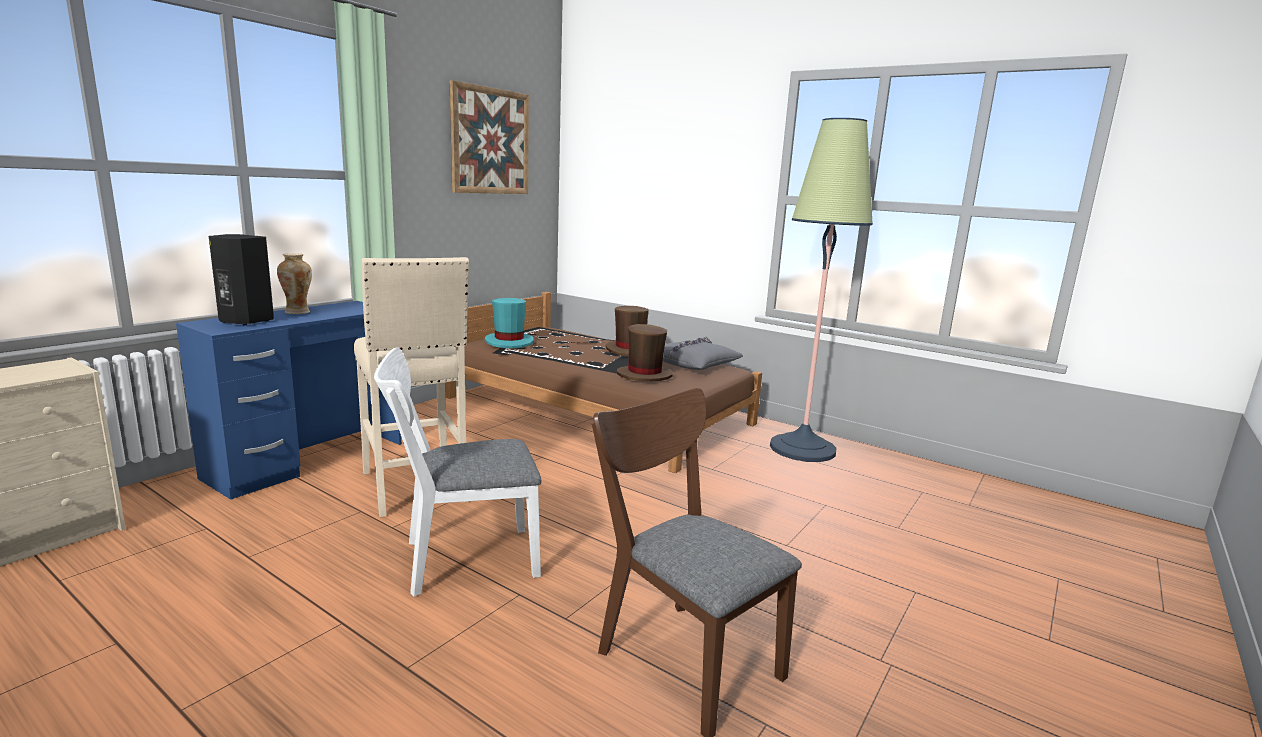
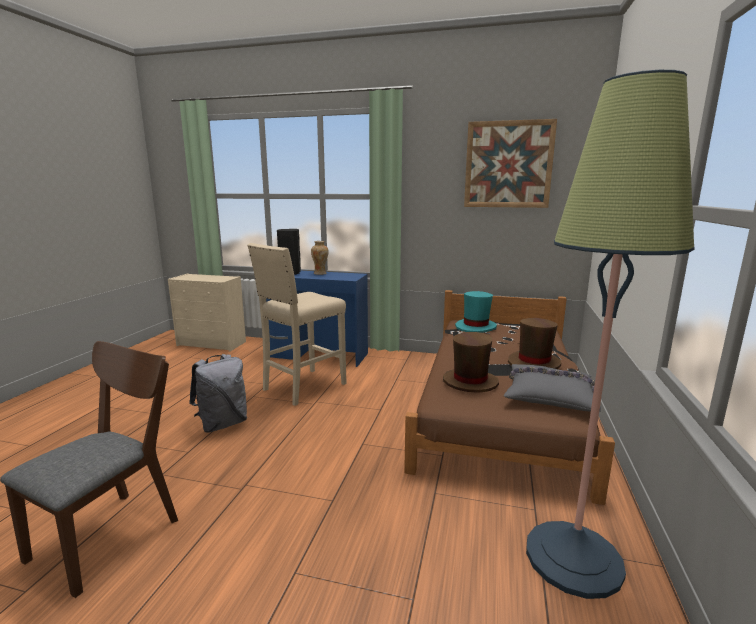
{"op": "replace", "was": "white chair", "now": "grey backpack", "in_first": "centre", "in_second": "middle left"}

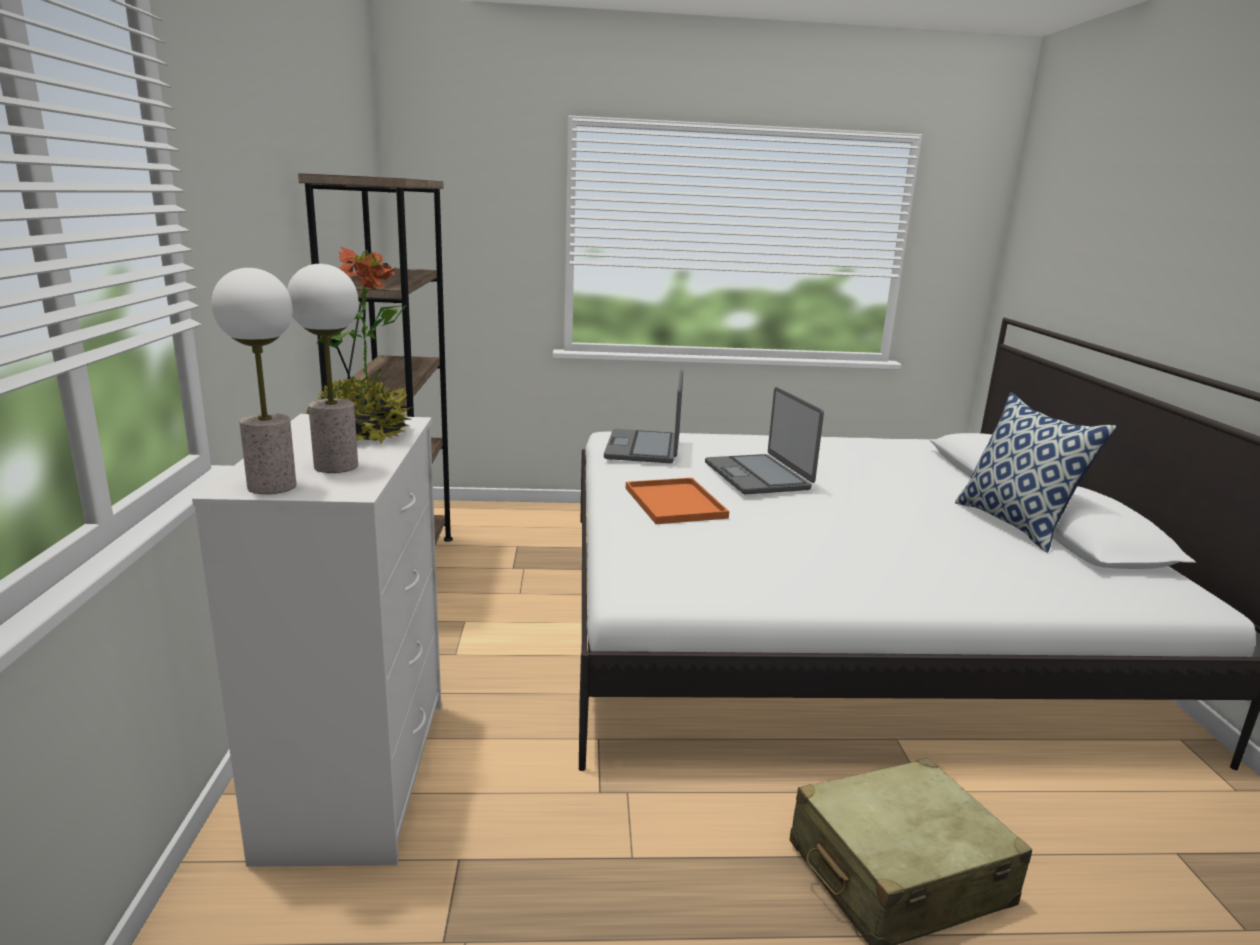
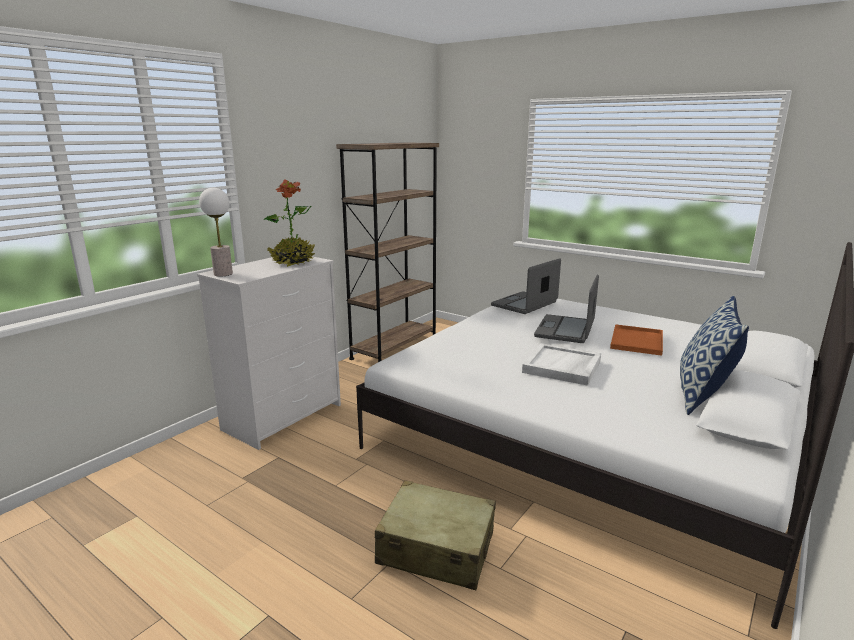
{"op": "delete", "was": "table lamp (2nd from left)", "in_first": "middle left"}
{"op": "move", "was": "orange tray", "in_first": "centre", "in_second": "middle right"}
{"op": "insert", "now": "white tray", "in_second": "centre"}

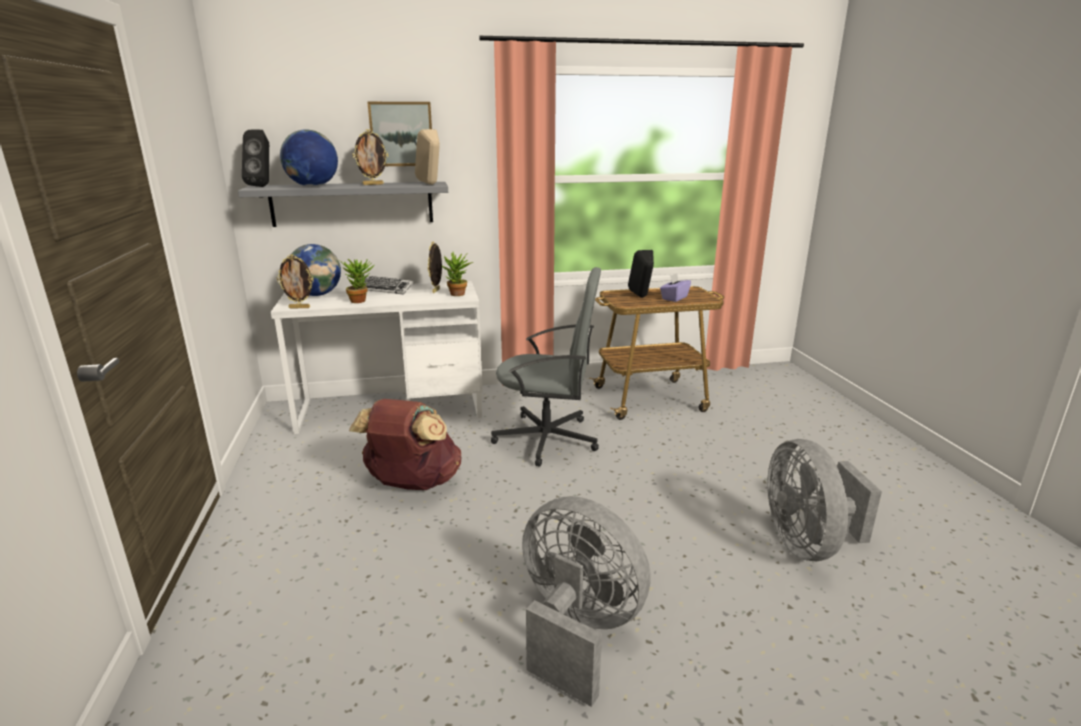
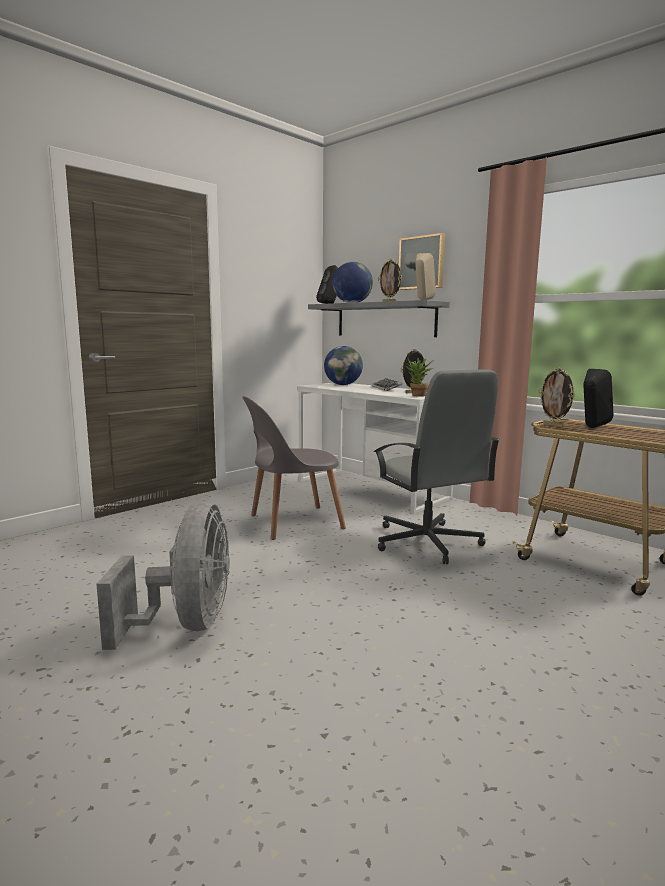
{"op": "move", "was": "picture frame (1st from left in the first image)", "now": "picture frame (3rd from left)", "in_first": "middle left", "in_second": "middle right"}
{"op": "delete", "was": "potted plant (1st from left)", "in_first": "middle left"}
{"op": "delete", "was": "purple tissue box", "in_first": "centre"}
{"op": "replace", "was": "brown backpack", "now": "grey chair", "in_first": "centre", "in_second": "centre"}
{"op": "delete", "was": "grey fan (2nd from left)", "in_first": "bottom right"}

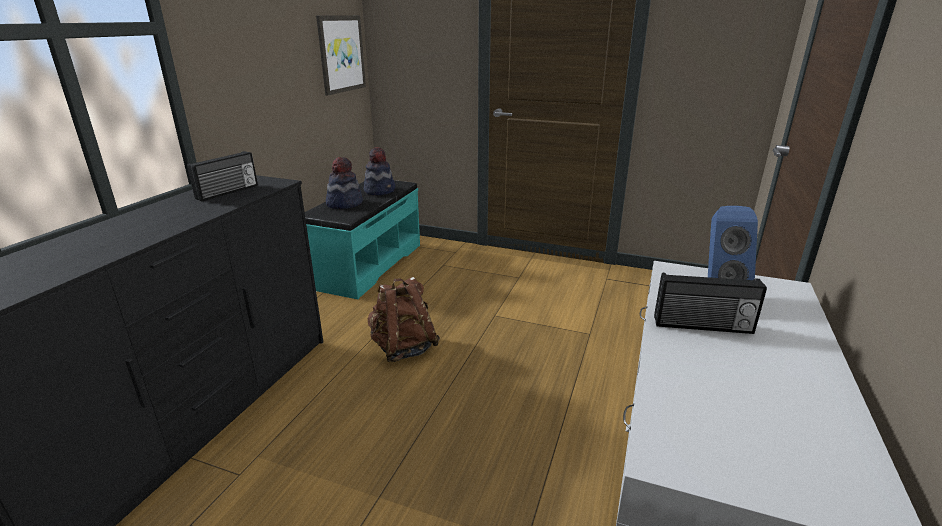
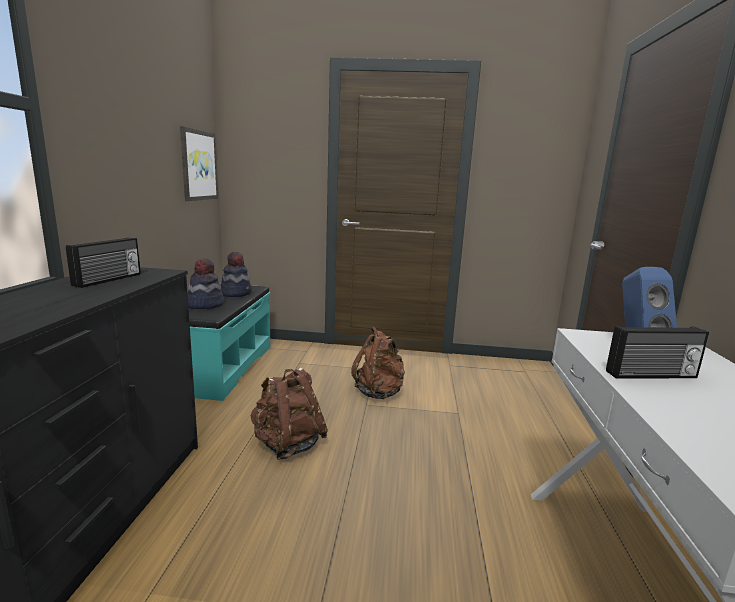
{"op": "insert", "now": "brown backpack (2nd from left)", "in_second": "centre"}

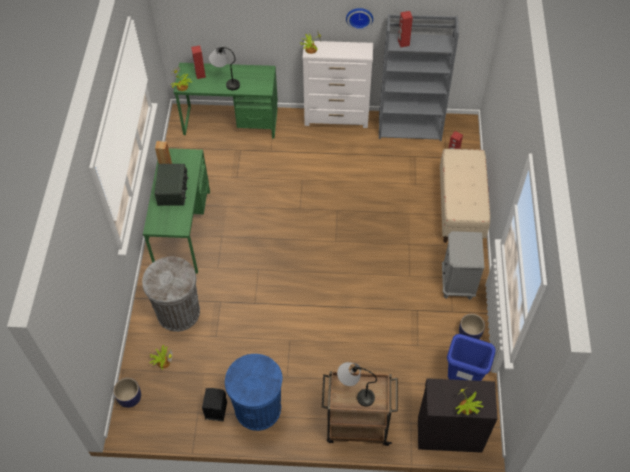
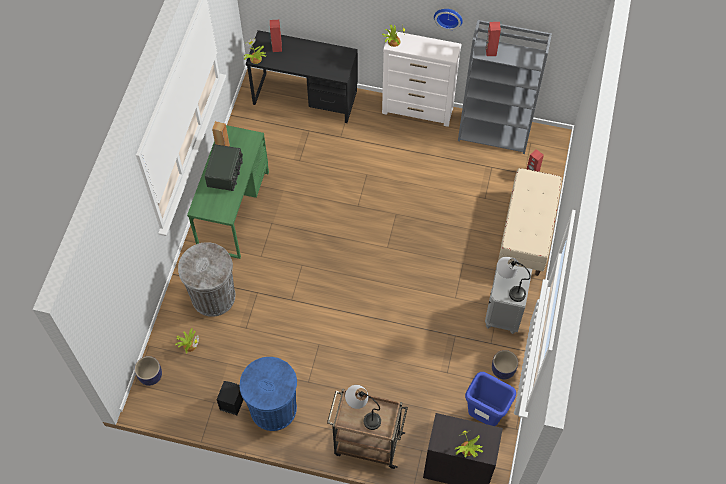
{"op": "move", "was": "table lamp (1st from left in the first image)", "now": "table lamp (2nd from left)", "in_first": "top centre", "in_second": "middle right"}
{"op": "recolor", "was": "green desk (2nd from left)", "now": "black desk", "in_first": "top centre", "in_second": "top centre"}

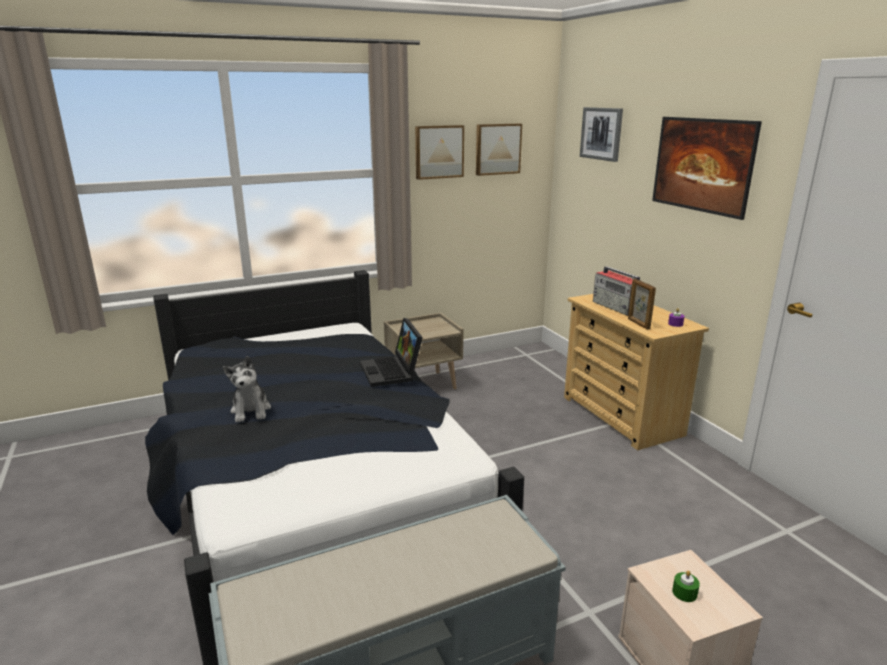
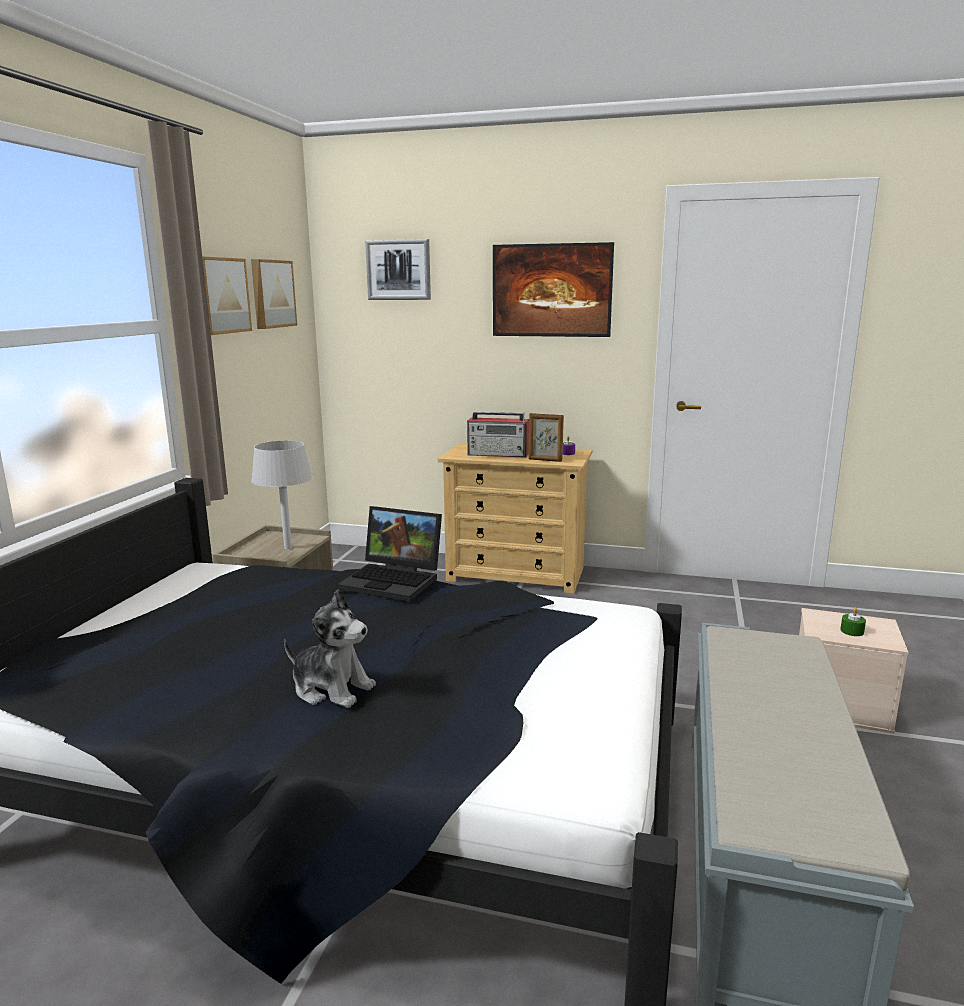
{"op": "insert", "now": "grey table lamp", "in_second": "middle left"}

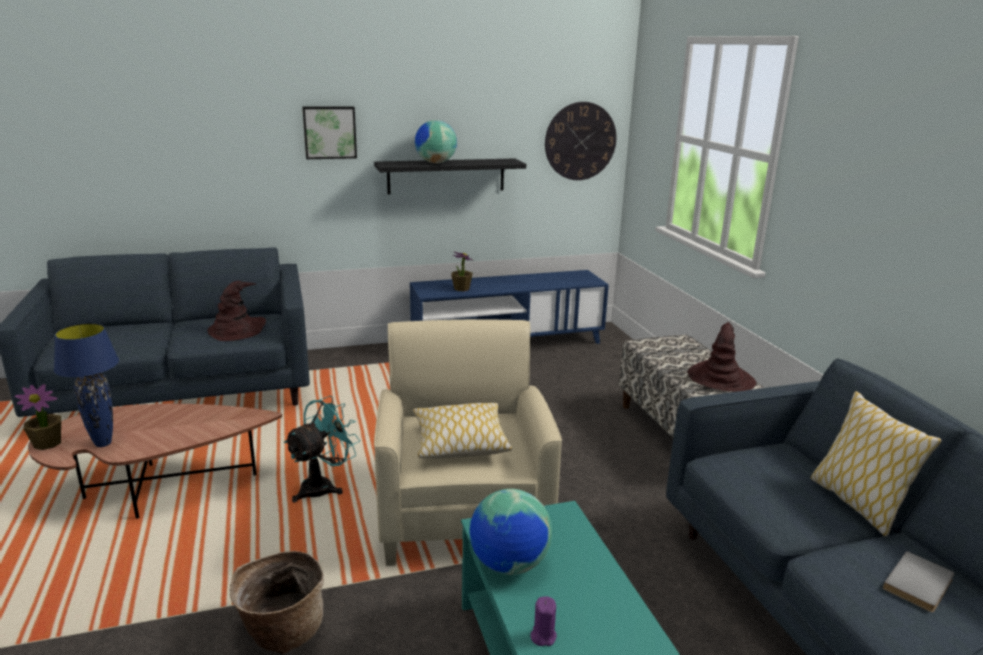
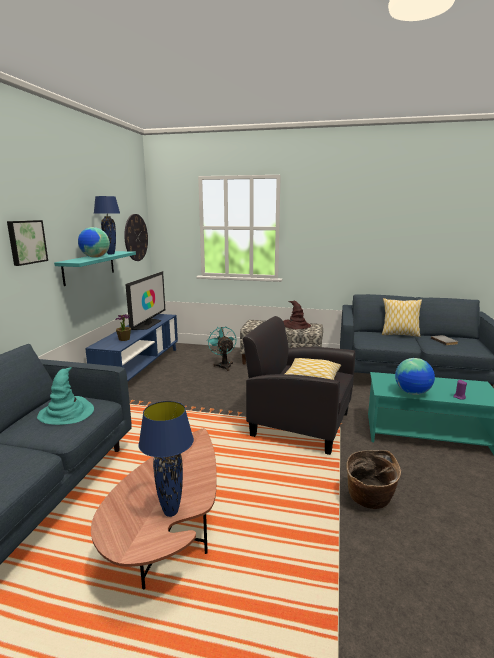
{"op": "recolor", "was": "black shelf", "now": "turquoise shelf", "in_first": "top centre", "in_second": "middle left"}
{"op": "recolor", "was": "brown hat (1st from left)", "now": "turquoise hat", "in_first": "middle left", "in_second": "middle left"}
{"op": "recolor", "was": "beige armchair", "now": "black armchair", "in_first": "bottom centre", "in_second": "centre"}
{"op": "delete", "was": "potted plant (1st from left)", "in_first": "middle left"}
{"op": "move", "was": "turquoise fan", "in_first": "bottom left", "in_second": "centre"}
{"op": "insert", "now": "blue table lamp (1st from left)", "in_second": "middle left"}
{"op": "insert", "now": "television", "in_second": "middle left"}

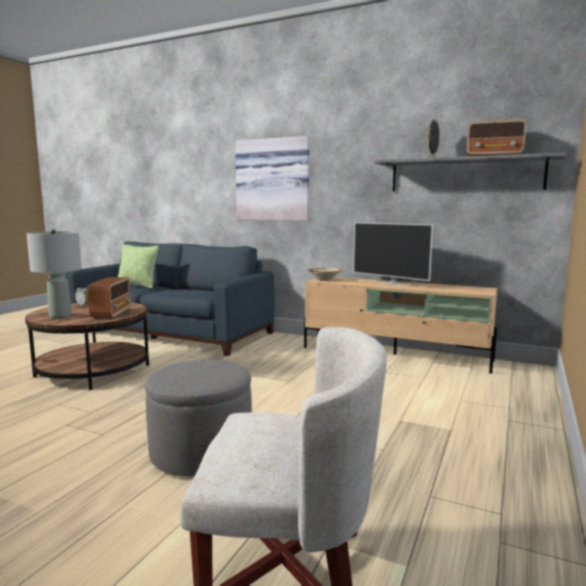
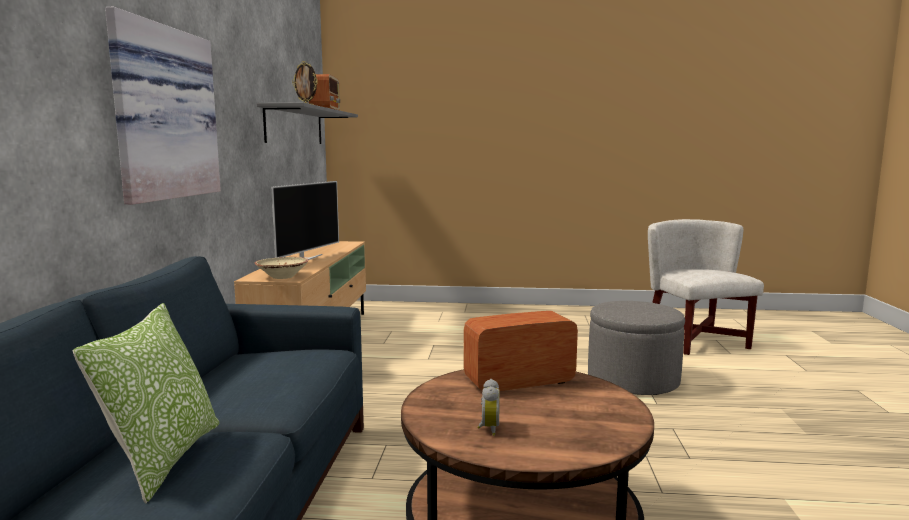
{"op": "delete", "was": "grey table lamp", "in_first": "middle left"}

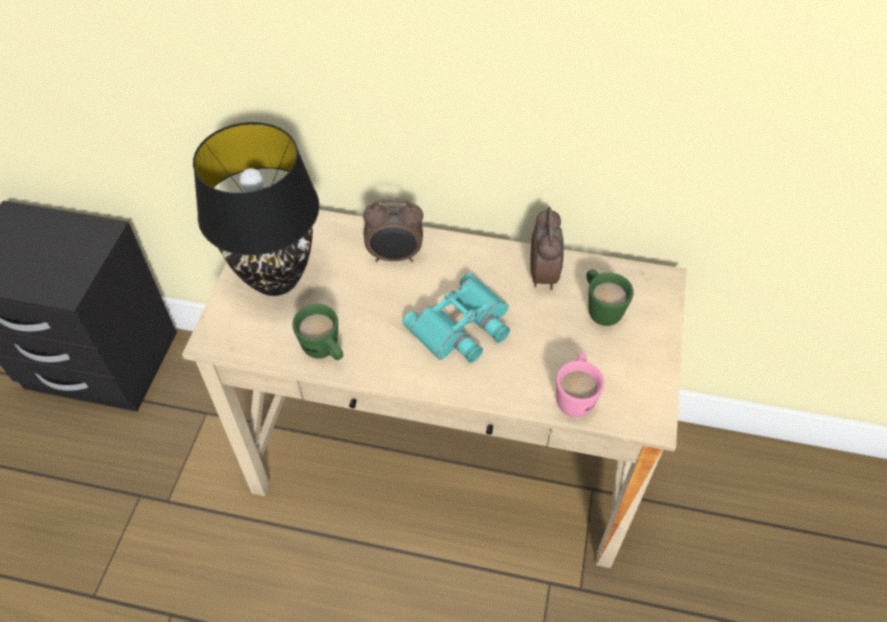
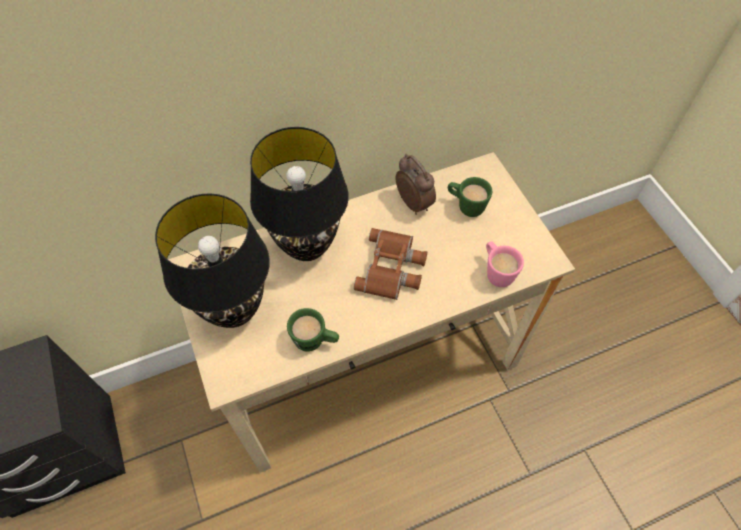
{"op": "replace", "was": "alarm clock (1st from left)", "now": "black table lamp (2nd from left)", "in_first": "centre", "in_second": "centre"}
{"op": "recolor", "was": "turquoise binoculars", "now": "brown binoculars", "in_first": "centre", "in_second": "centre"}

